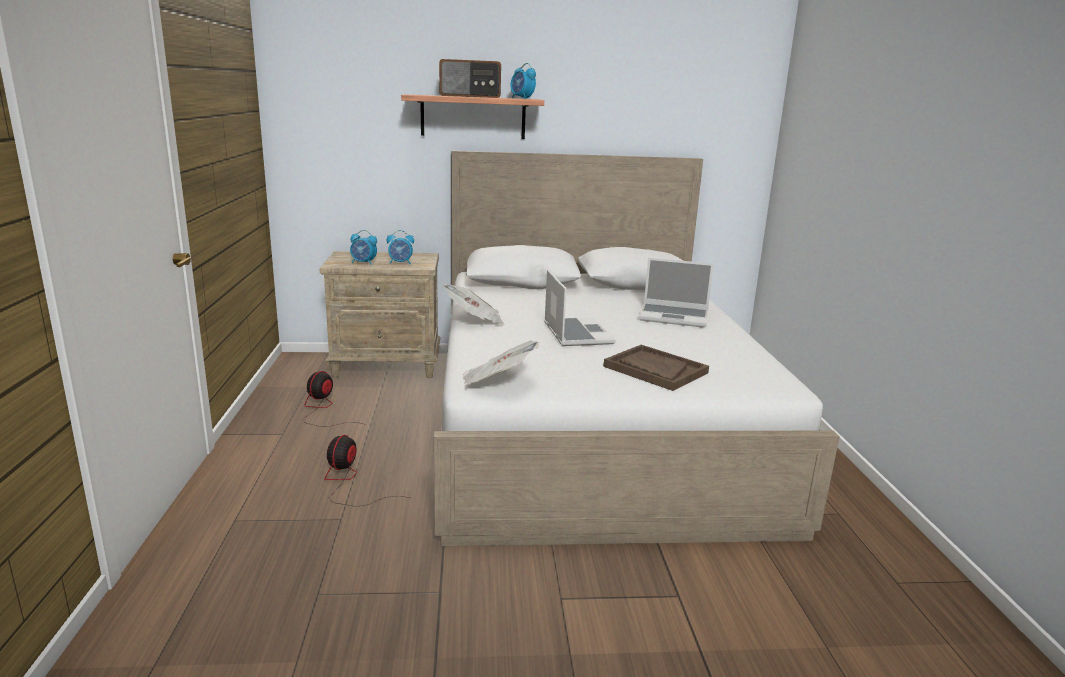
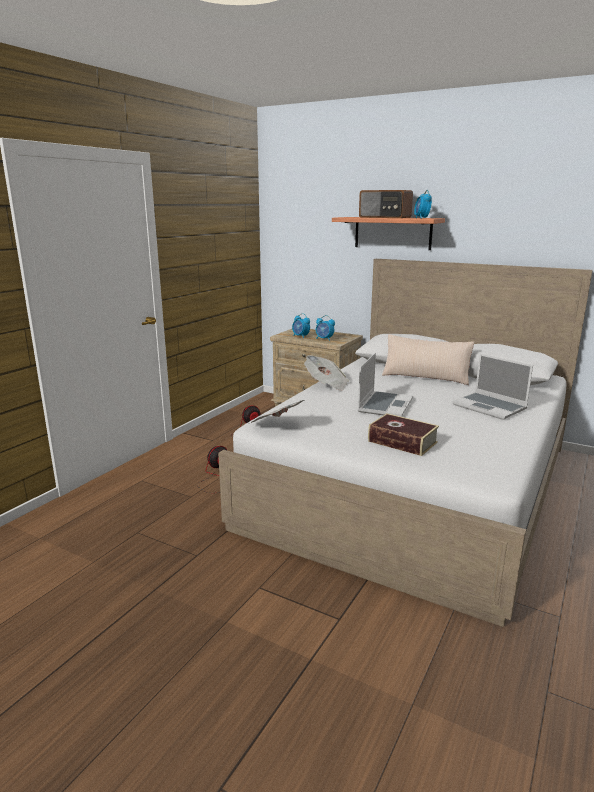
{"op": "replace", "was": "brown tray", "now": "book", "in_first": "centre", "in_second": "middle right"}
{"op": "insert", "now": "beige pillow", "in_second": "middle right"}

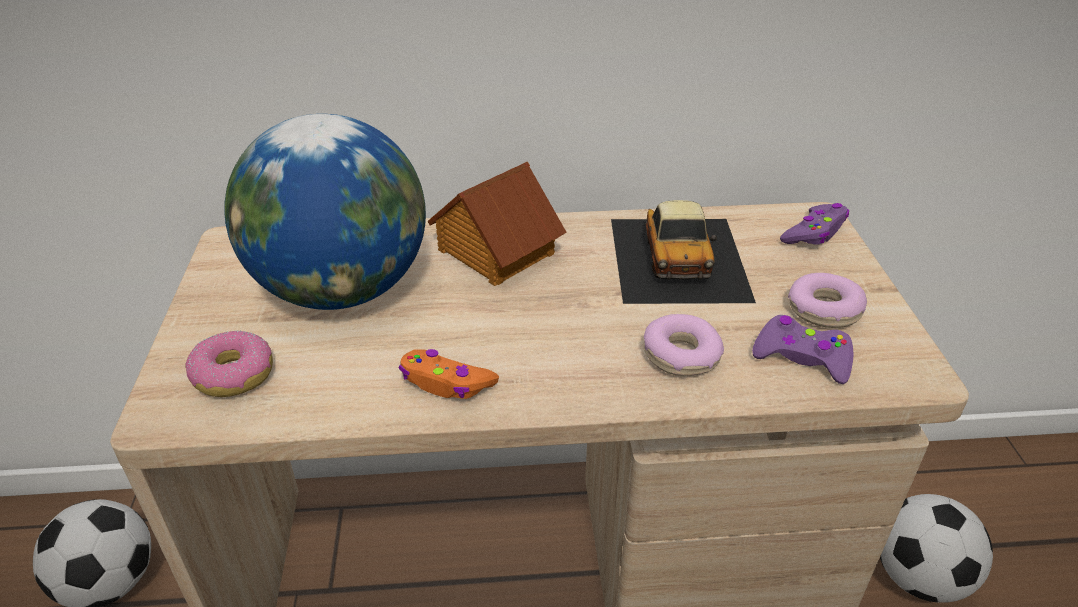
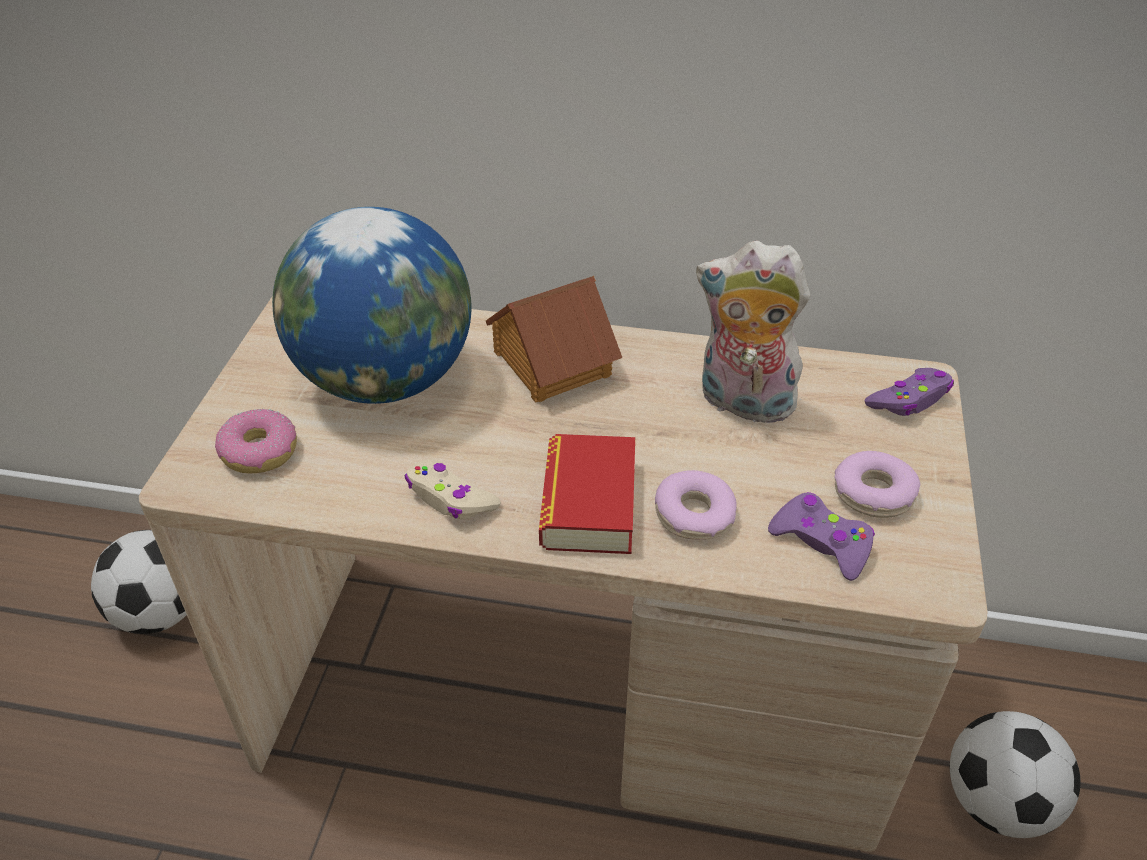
{"op": "replace", "was": "toy car", "now": "plush toy", "in_first": "centre", "in_second": "centre"}
{"op": "recolor", "was": "orange game controller", "now": "beige game controller", "in_first": "centre", "in_second": "centre"}
{"op": "insert", "now": "book", "in_second": "centre"}

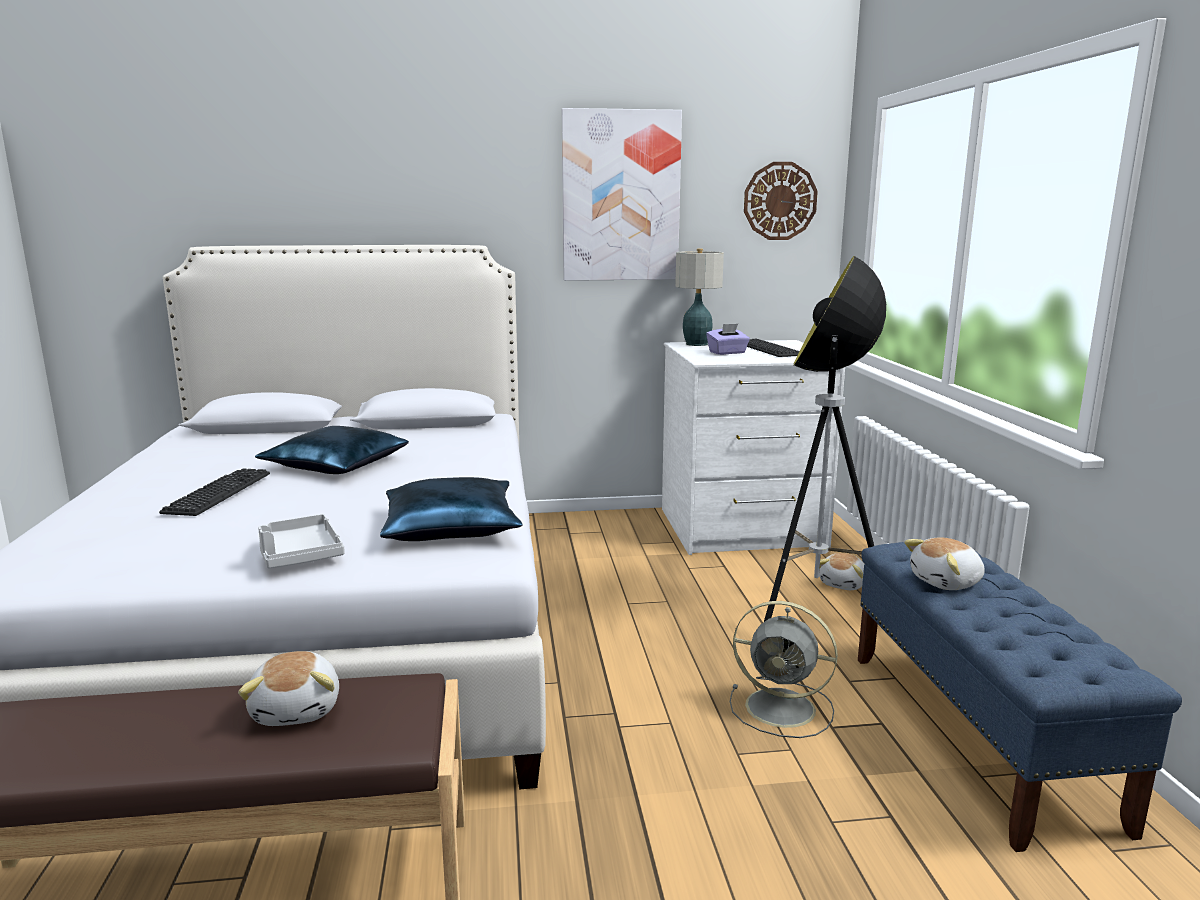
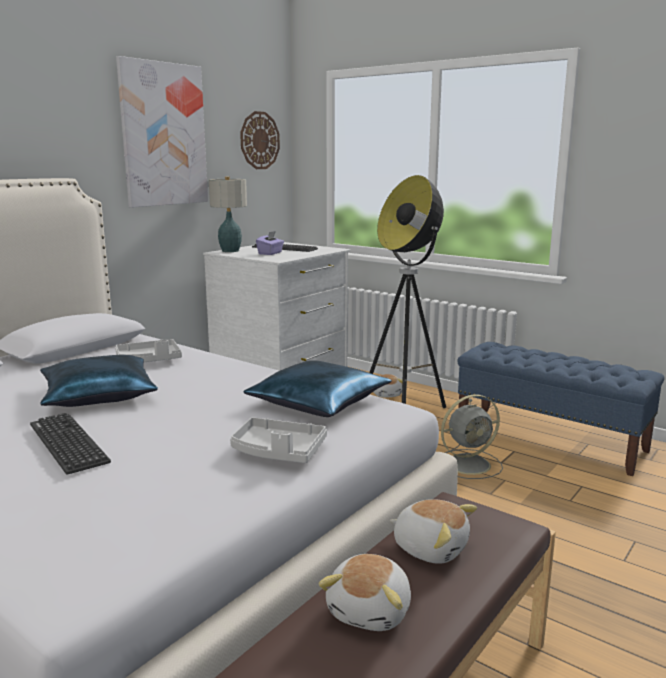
{"op": "move", "was": "plush toy (3rd from left in the first image)", "now": "plush toy (1st from left)", "in_first": "middle right", "in_second": "bottom centre"}
{"op": "insert", "now": "grey tray (1st from left)", "in_second": "middle left"}

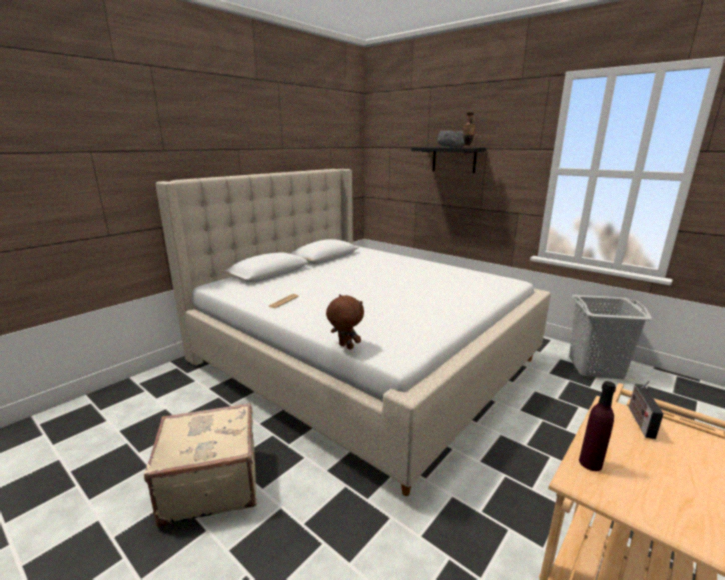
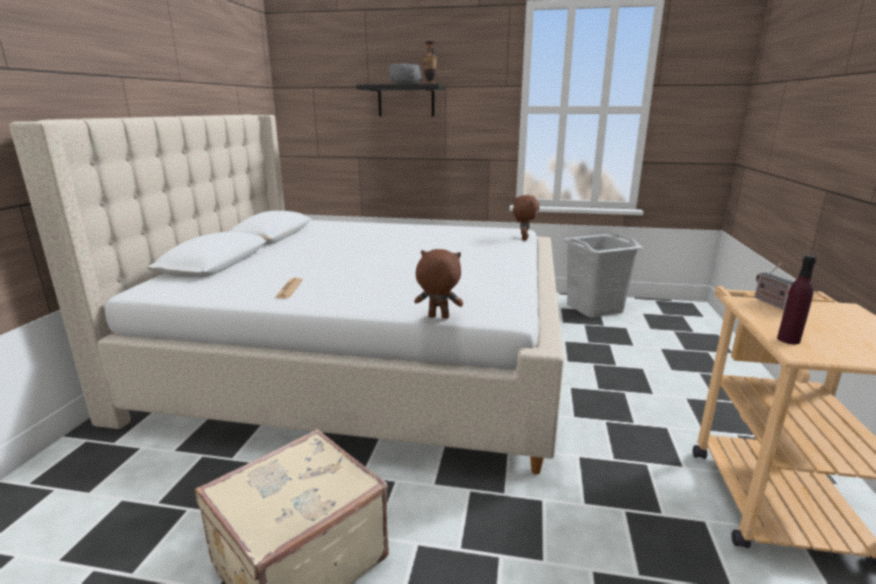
{"op": "insert", "now": "brown plush toy (2nd from left)", "in_second": "centre"}

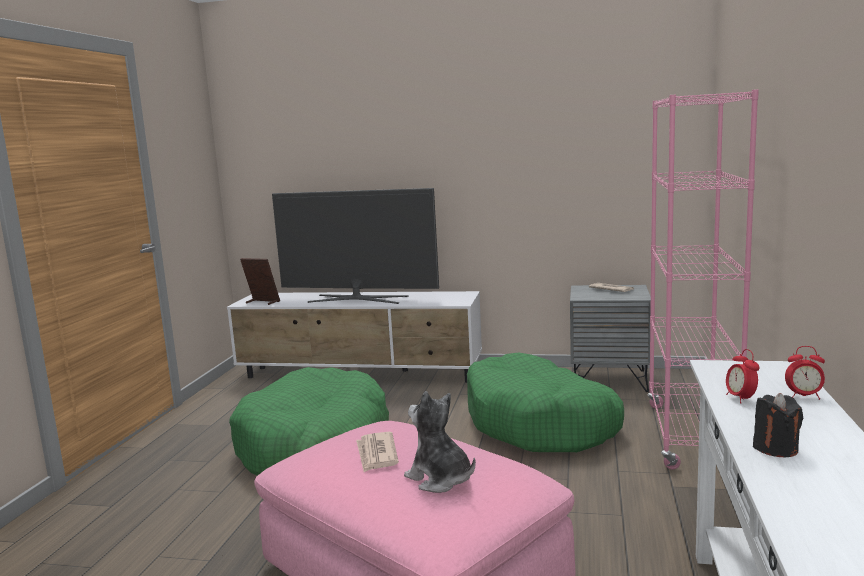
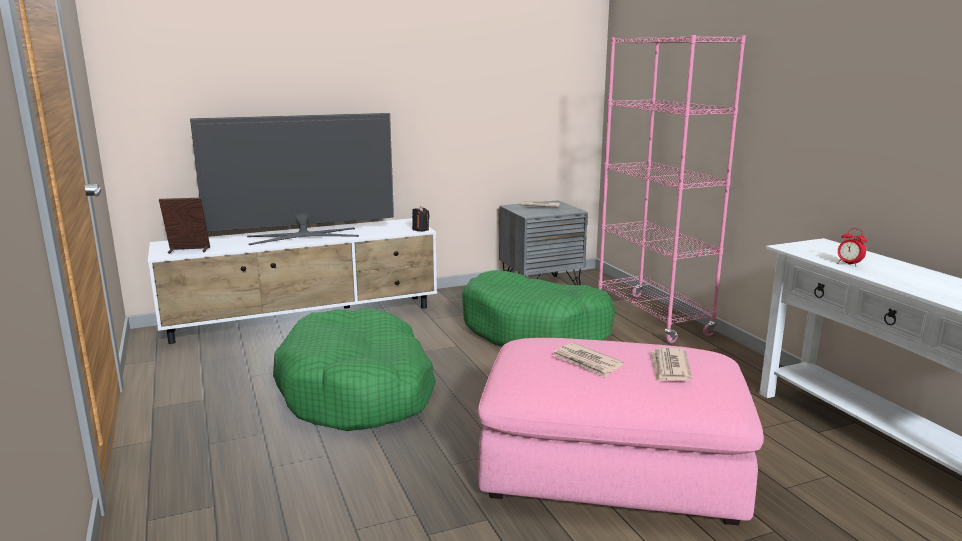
{"op": "delete", "was": "alarm clock (2nd from left)", "in_first": "middle right"}
{"op": "replace", "was": "plush toy", "now": "newspaper (3rd from left)", "in_first": "bottom centre", "in_second": "bottom right"}
{"op": "move", "was": "black candle", "in_first": "bottom right", "in_second": "centre"}

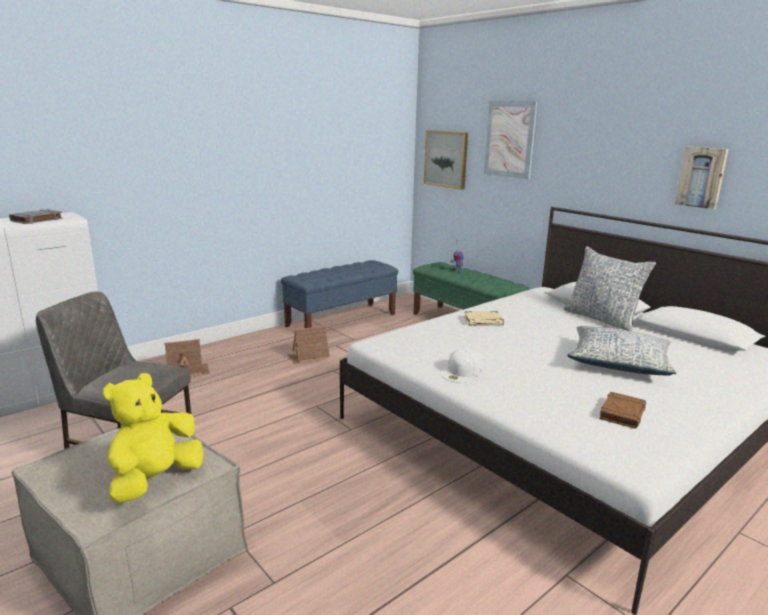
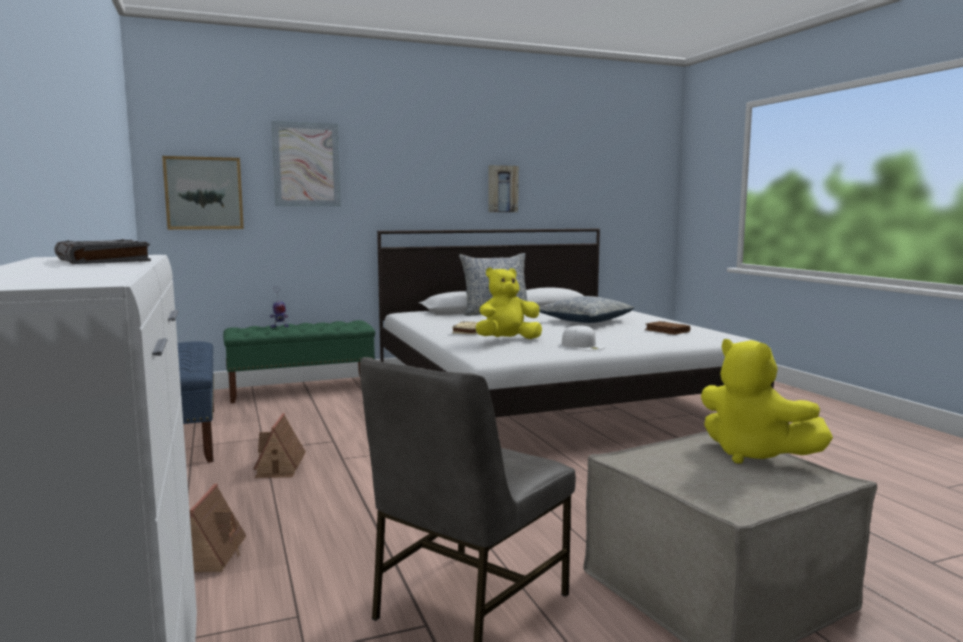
{"op": "insert", "now": "yellow plush toy (1st from left)", "in_second": "centre"}

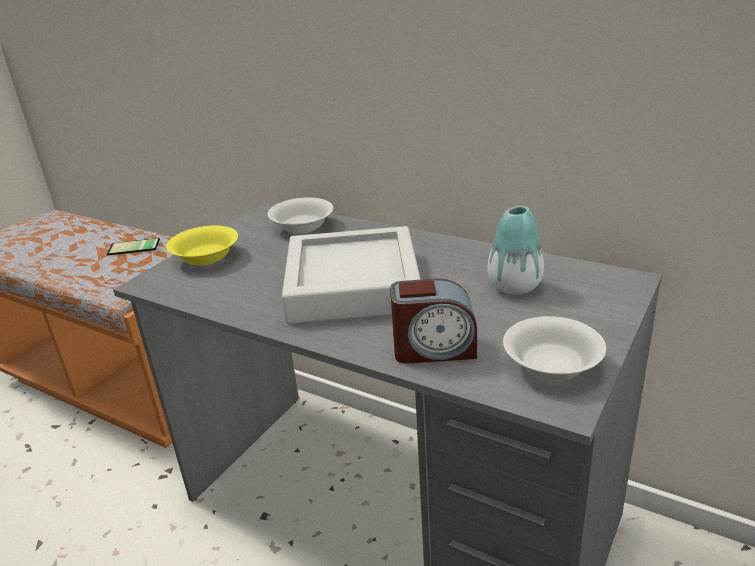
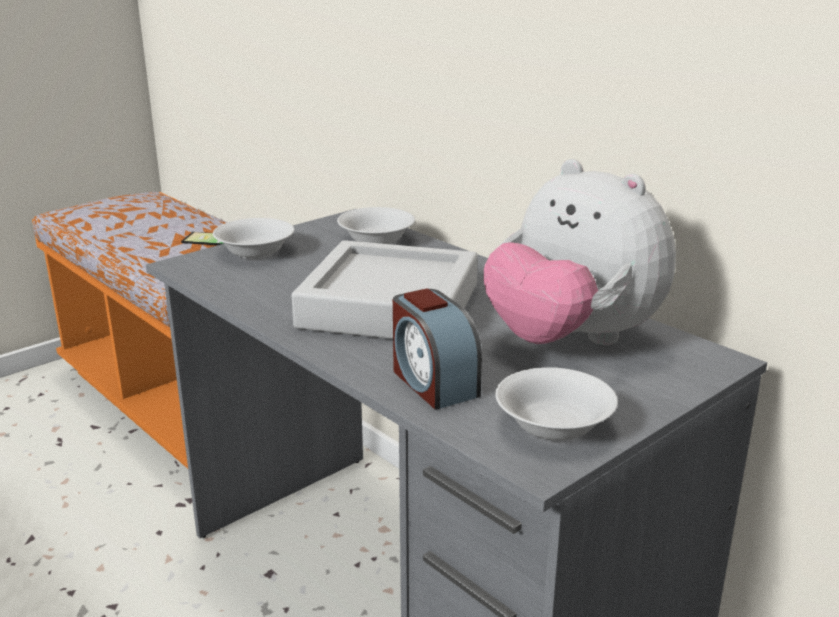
{"op": "replace", "was": "vase", "now": "plush toy", "in_first": "middle right", "in_second": "middle right"}
{"op": "recolor", "was": "yellow bowl", "now": "white bowl (1st from left)", "in_first": "middle left", "in_second": "middle left"}
{"op": "rotate", "was": "alarm clock", "in_first": "centre", "in_second": "centre", "clockwise": 45}

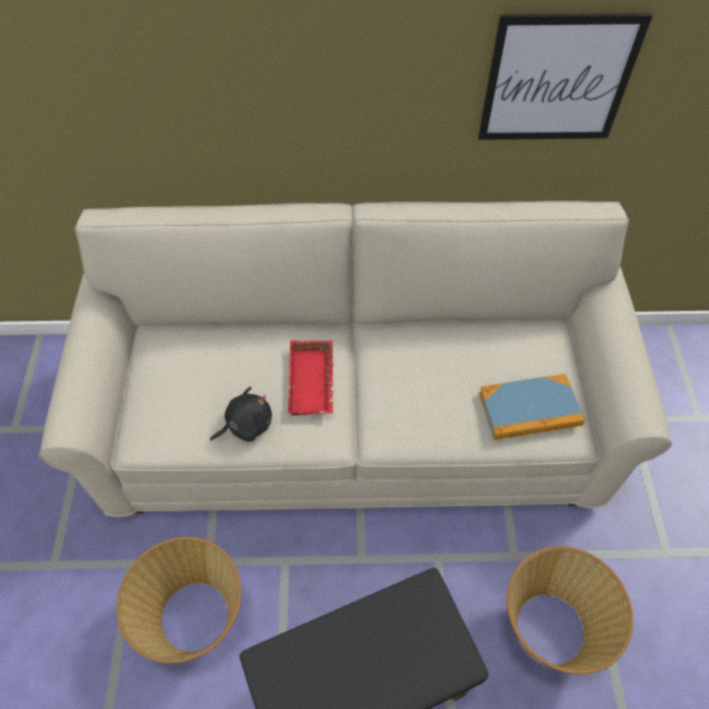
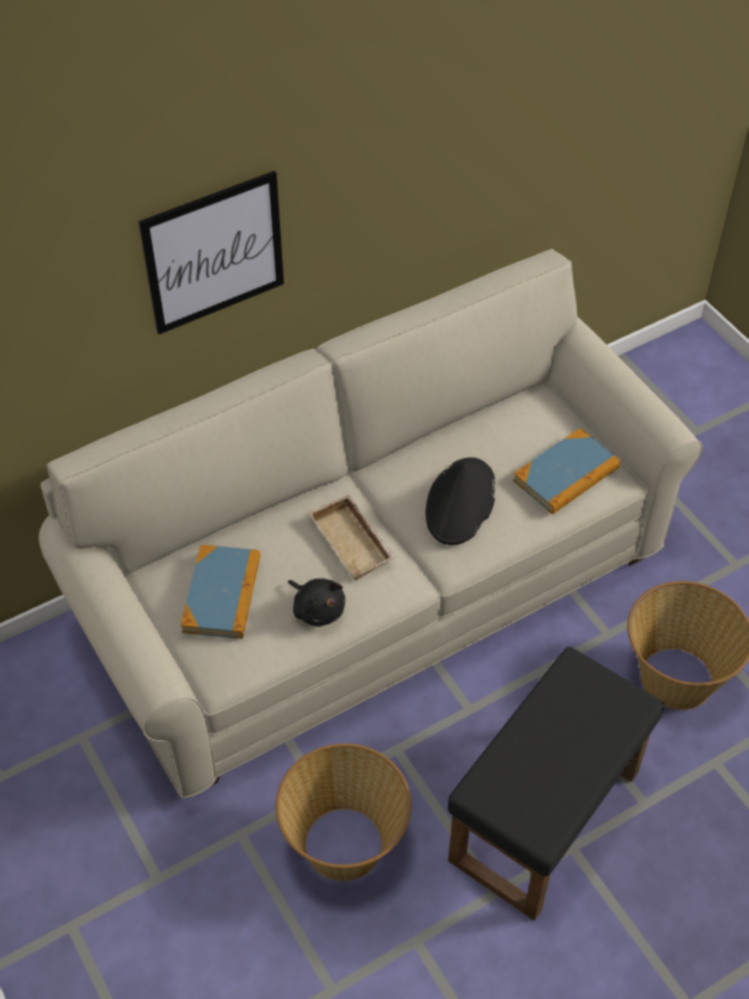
{"op": "move", "was": "picture", "in_first": "top right", "in_second": "top left"}
{"op": "recolor", "was": "red tray", "now": "beige tray", "in_first": "centre", "in_second": "centre"}
{"op": "rotate", "was": "black plush toy", "in_first": "centre", "in_second": "centre", "clockwise": 105}
{"op": "insert", "now": "black hat", "in_second": "centre"}
{"op": "insert", "now": "book (1st from left)", "in_second": "middle left"}

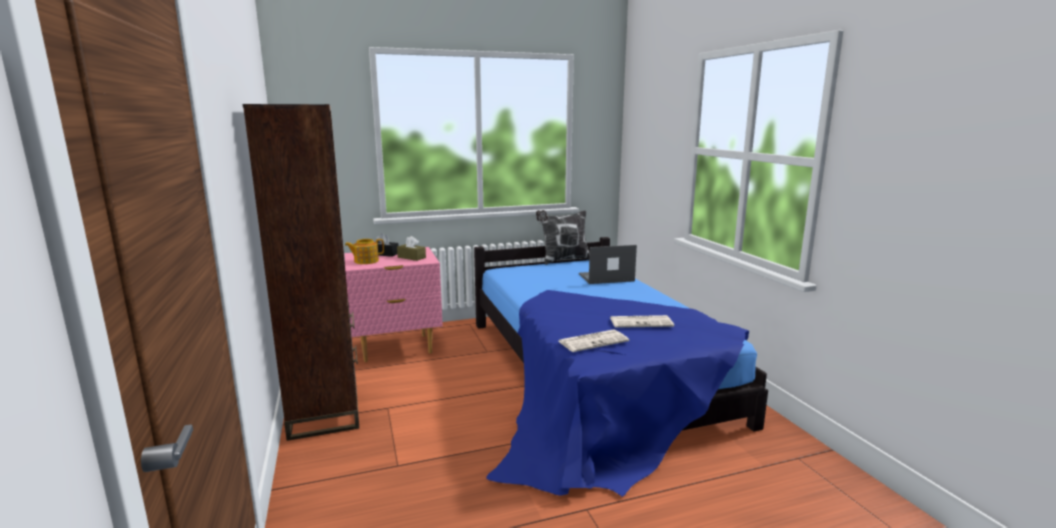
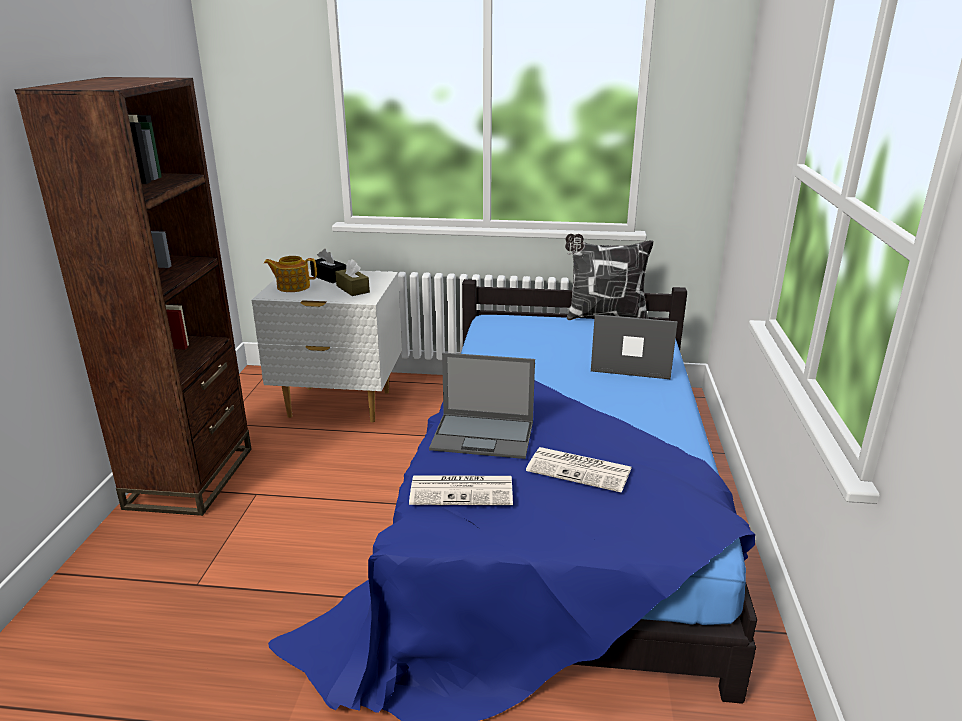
{"op": "recolor", "was": "pink nightstand", "now": "white nightstand", "in_first": "centre", "in_second": "centre"}
{"op": "insert", "now": "laptop (1st from left)", "in_second": "centre"}

